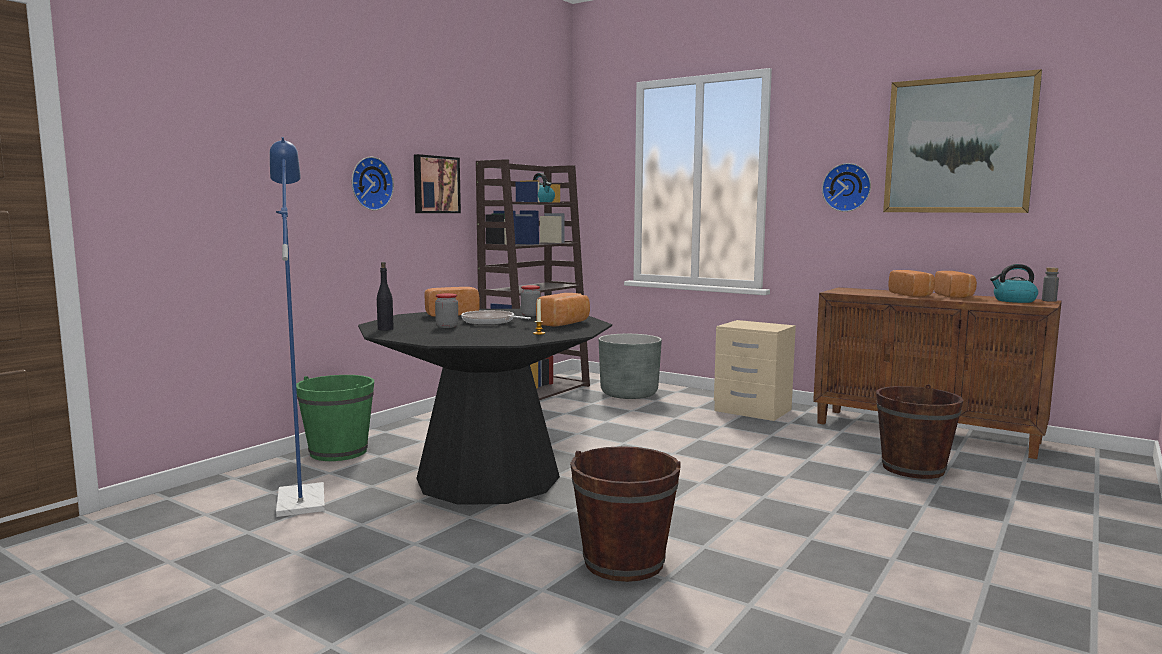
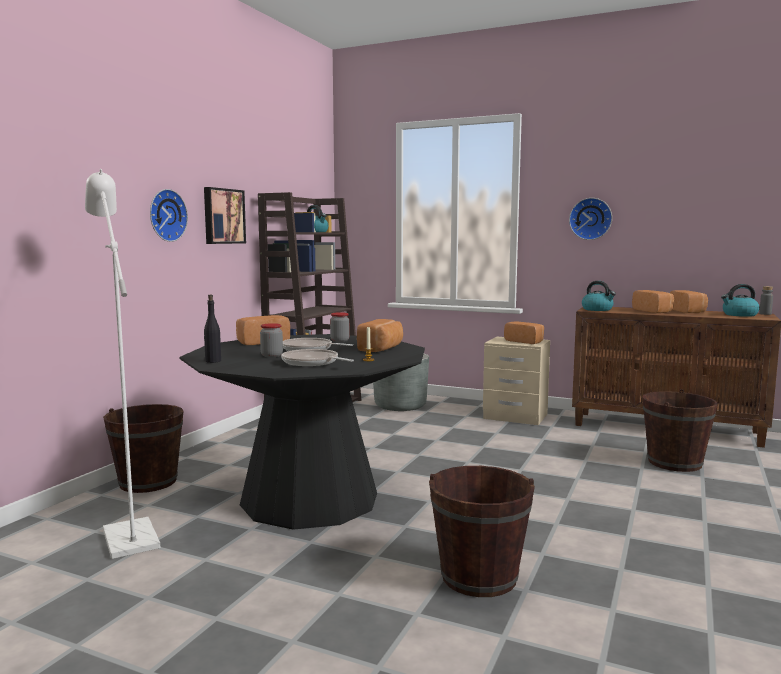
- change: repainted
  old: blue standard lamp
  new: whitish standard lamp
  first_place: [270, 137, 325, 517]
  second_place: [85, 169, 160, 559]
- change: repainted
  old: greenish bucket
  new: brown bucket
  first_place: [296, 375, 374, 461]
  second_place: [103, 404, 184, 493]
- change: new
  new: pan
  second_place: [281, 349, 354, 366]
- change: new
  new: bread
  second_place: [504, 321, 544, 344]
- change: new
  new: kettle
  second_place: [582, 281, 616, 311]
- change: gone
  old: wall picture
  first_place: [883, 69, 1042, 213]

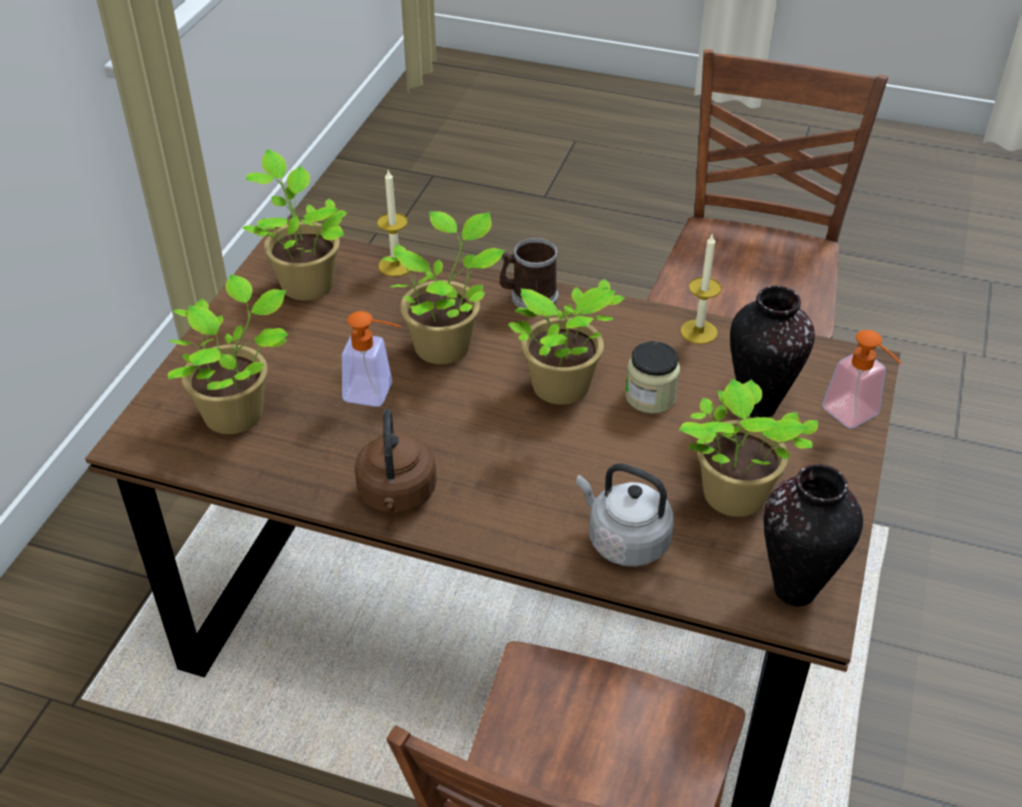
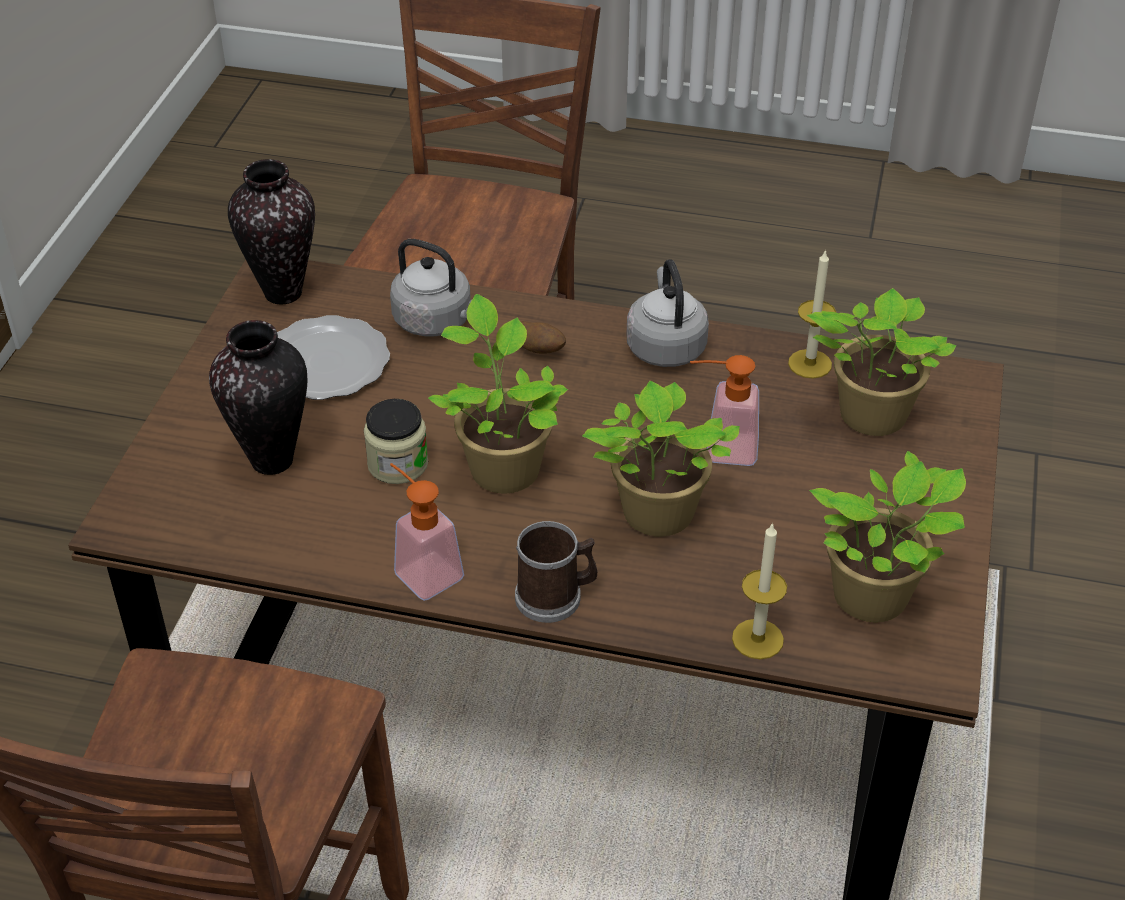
- change: swapped
  old: houseplant
  new: flat dish
  first_place: [679, 379, 818, 517]
  second_place: [277, 315, 390, 400]
- change: shifted
  old: soap dispenser
  first_place: [822, 330, 902, 429]
  second_place: [390, 463, 464, 601]
- change: new
  new: potato
  second_place: [520, 321, 566, 354]
- change: repainted
  old: brown kettle
  new: greyish kettle
  first_place: [354, 409, 436, 514]
  second_place: [627, 259, 709, 367]
- change: shifted
  old: wax candle
  first_place: [680, 233, 721, 344]
  second_place: [788, 249, 836, 379]

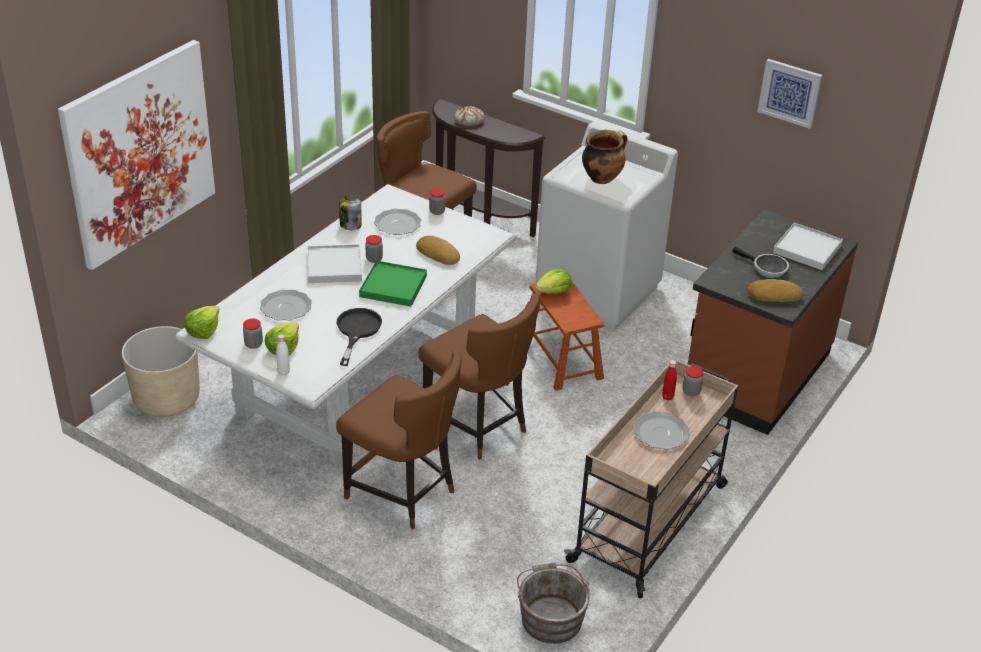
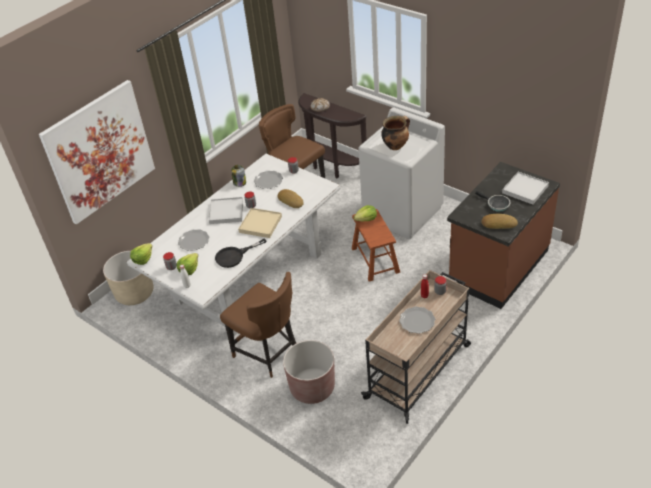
- change: rotated
  old: black pan
  first_place: [336, 308, 382, 366]
  second_place: [215, 239, 266, 268]
  degrees: -135
- change: repainted
  old: greenish serving tray
  new: beige-coloured serving tray
  first_place: [359, 260, 427, 307]
  second_place: [238, 208, 282, 238]
- change: new
  new: brown planter
  second_place: [283, 340, 335, 404]
- change: gone
  old: brown plain chair
  first_place: [418, 294, 539, 460]
- change: gone
  old: greyish bucket
  first_place: [517, 563, 590, 644]
- change: gone
  old: wall picture
  first_place: [757, 59, 822, 129]

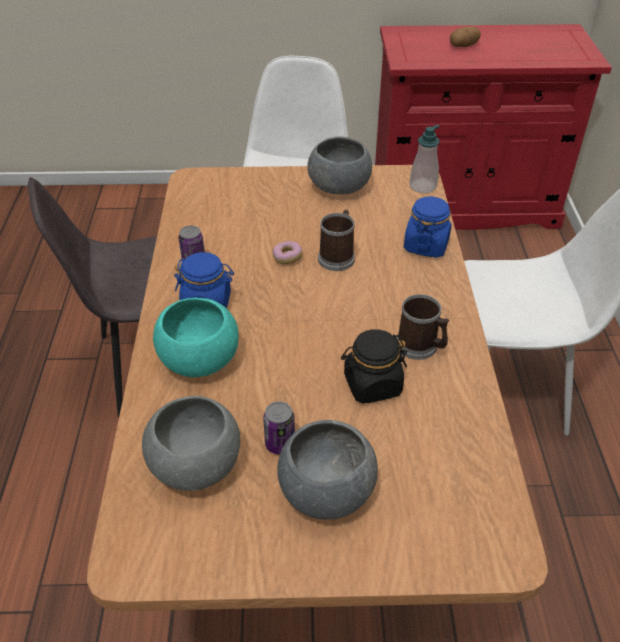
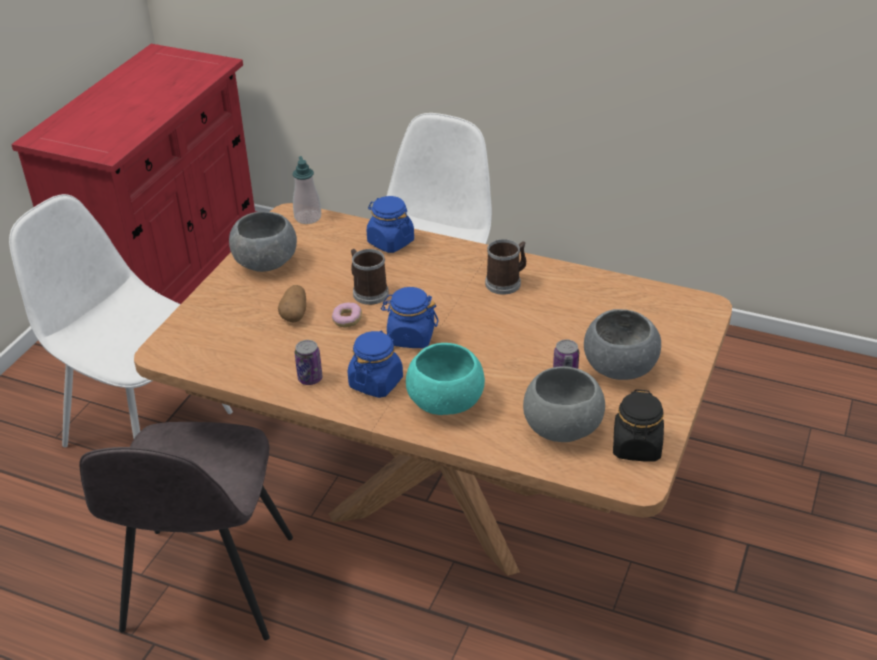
- change: shifted
  old: potato
  first_place: [450, 27, 481, 47]
  second_place: [278, 285, 306, 323]
- change: new
  new: blue storage jar
  second_place: [381, 287, 439, 348]
- change: shifted
  old: black storage jar
  first_place: [341, 329, 407, 404]
  second_place: [613, 389, 664, 462]

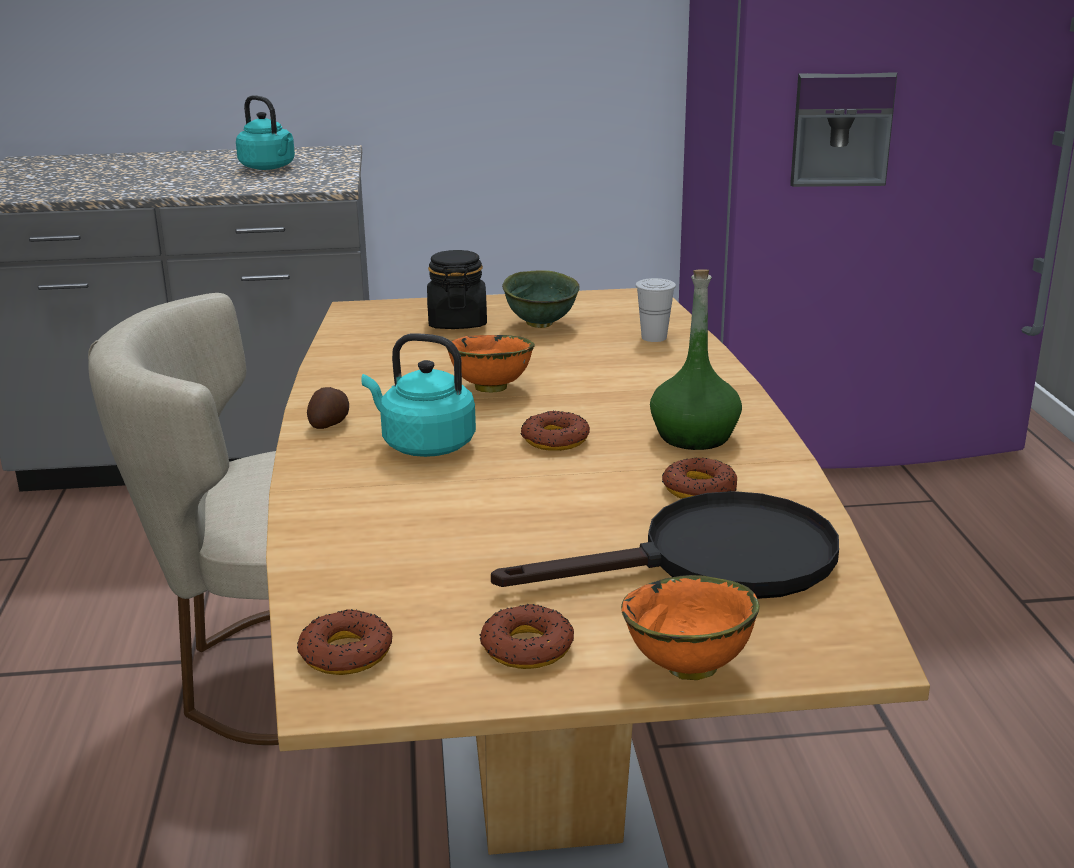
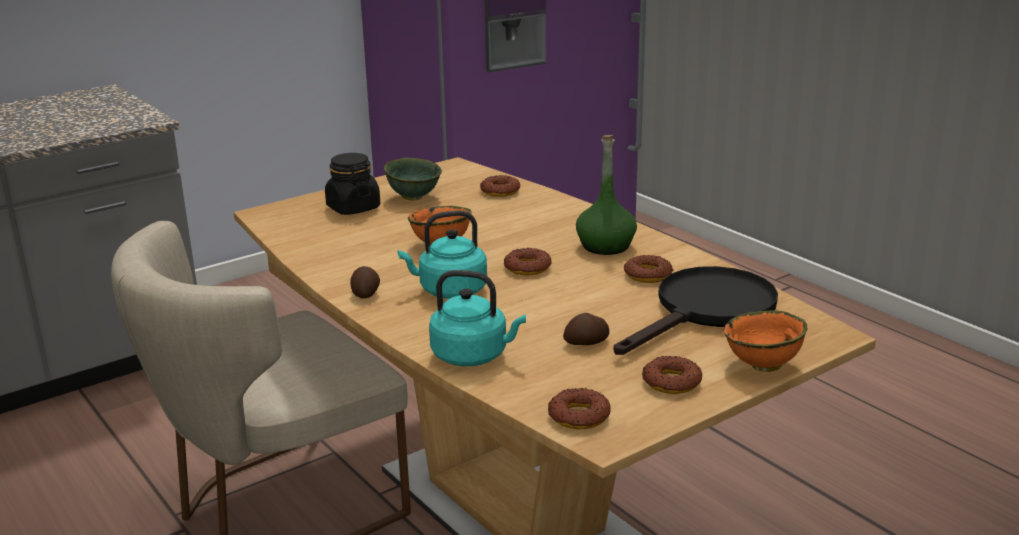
- change: shifted
  old: turquoise kettle
  first_place: [236, 95, 295, 170]
  second_place: [429, 270, 526, 366]
- change: swapped
  old: whitish cup
  new: ring doughnut
  first_place: [635, 278, 676, 342]
  second_place: [480, 175, 520, 197]
- change: new
  new: potato
  second_place: [563, 313, 609, 345]

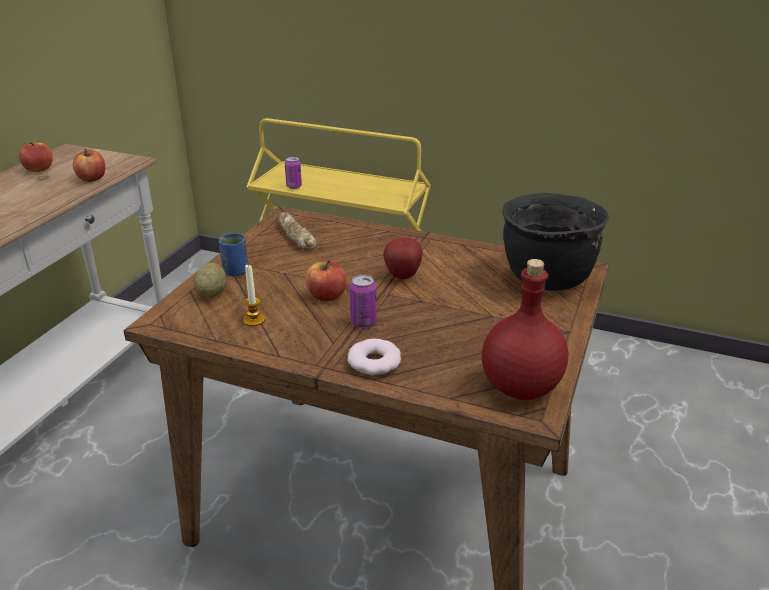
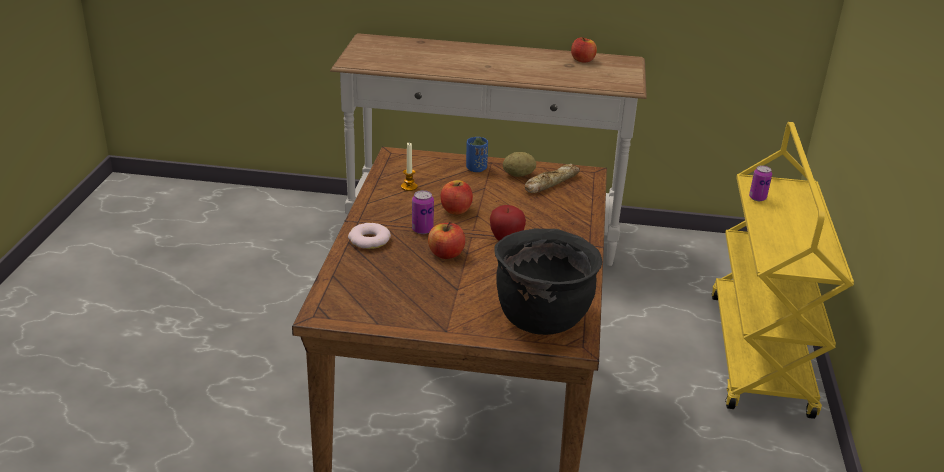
- change: shifted
  old: whole apple
  first_place: [73, 149, 105, 182]
  second_place: [428, 222, 465, 259]
- change: shifted
  old: potato
  first_place: [194, 263, 226, 298]
  second_place: [503, 152, 536, 177]
- change: gone
  old: red-coloured bottle
  first_place: [482, 259, 568, 400]

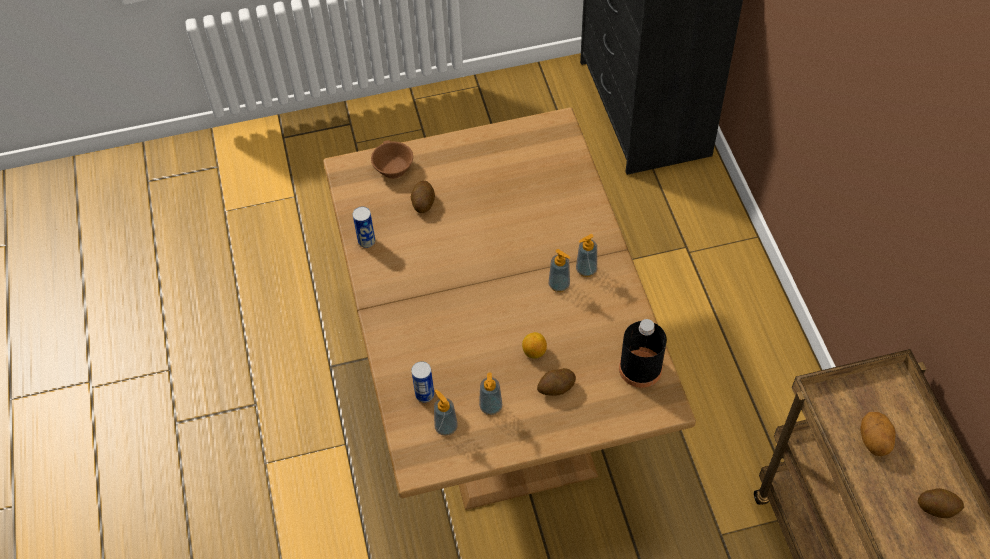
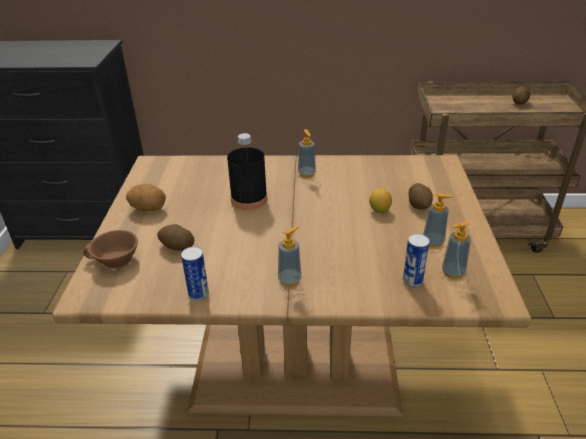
- change: shifted
  old: potato
  first_place: [860, 412, 896, 456]
  second_place: [126, 184, 166, 211]
- change: shifted
  old: black bottle
  first_place: [619, 319, 667, 388]
  second_place: [227, 133, 268, 210]
- change: shifted
  old: soap dispenser
  first_place: [549, 249, 570, 292]
  second_place: [278, 226, 302, 286]

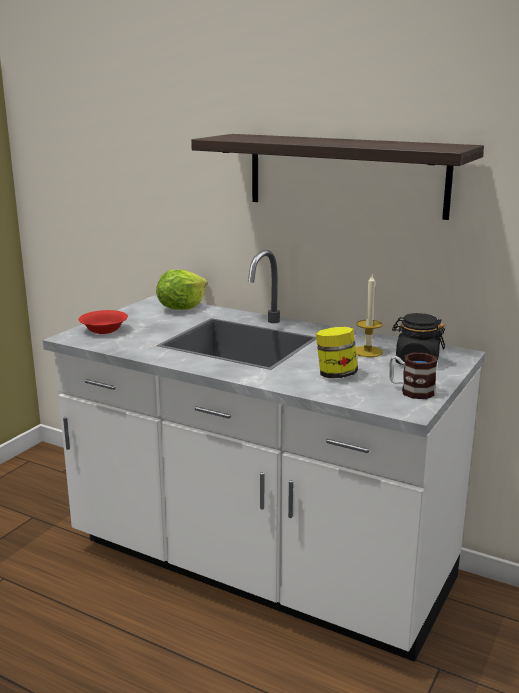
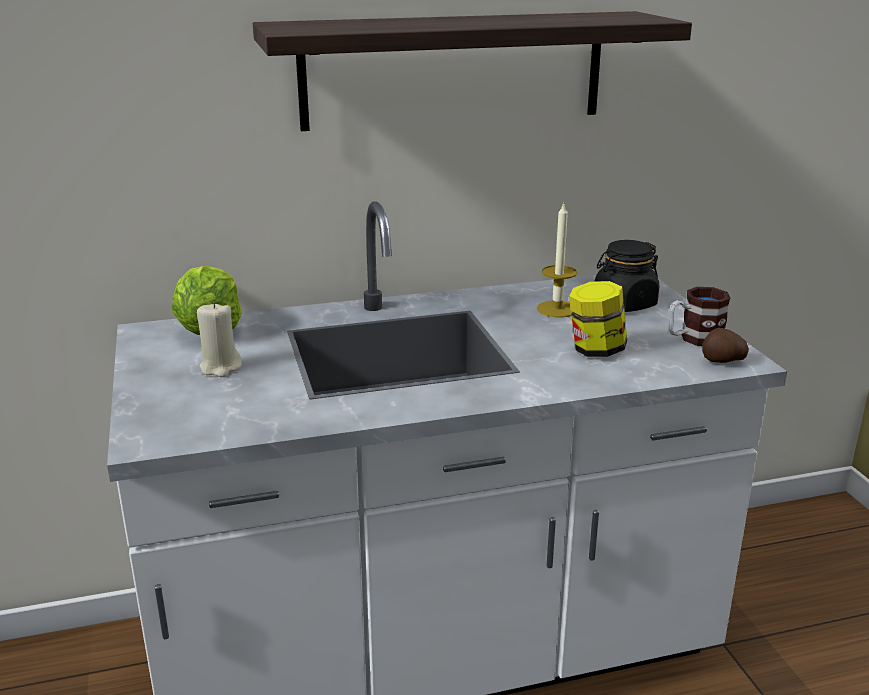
- change: new
  new: beige-coloured wax candle
  second_place: [197, 302, 242, 377]
- change: new
  new: potato
  second_place: [702, 328, 749, 363]
- change: gone
  old: red-coloured bowl
  first_place: [79, 310, 128, 334]

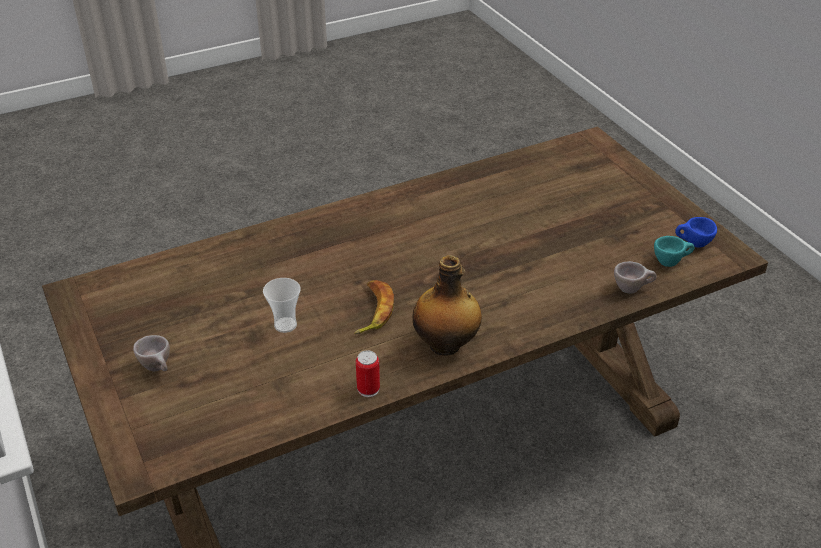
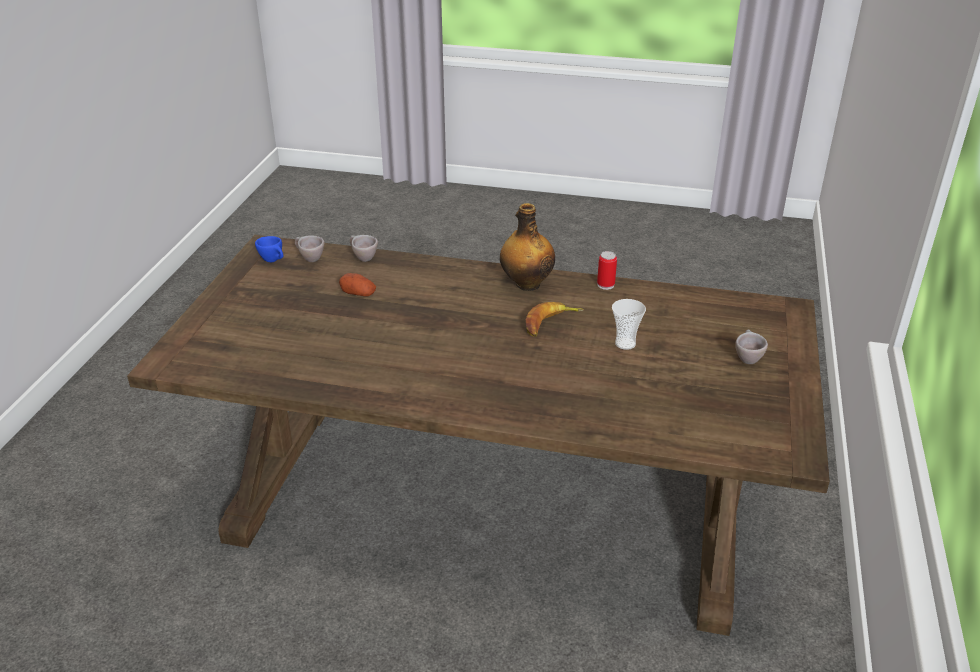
- change: repainted
  old: turquoise cup
  new: beige-coloured cup
  first_place: [654, 236, 695, 267]
  second_place: [295, 235, 324, 262]
- change: new
  new: potato
  second_place: [339, 273, 376, 296]

